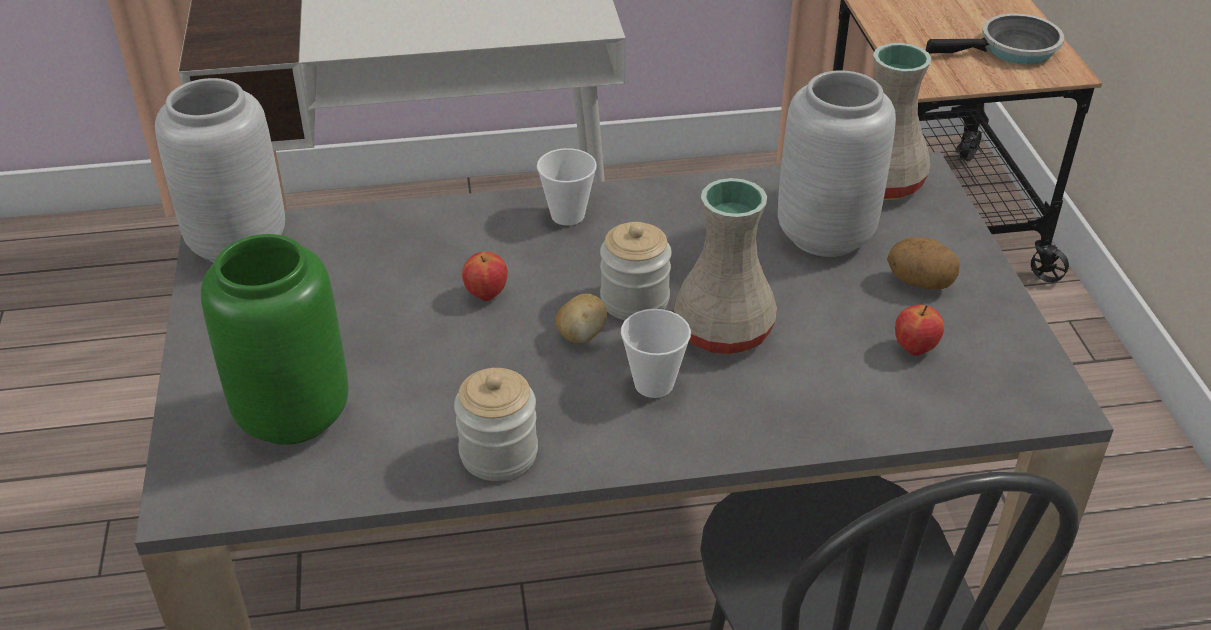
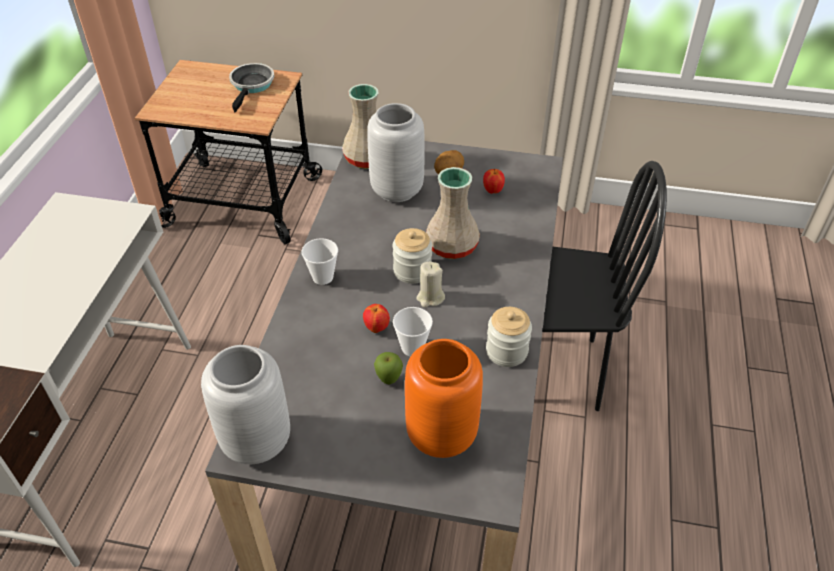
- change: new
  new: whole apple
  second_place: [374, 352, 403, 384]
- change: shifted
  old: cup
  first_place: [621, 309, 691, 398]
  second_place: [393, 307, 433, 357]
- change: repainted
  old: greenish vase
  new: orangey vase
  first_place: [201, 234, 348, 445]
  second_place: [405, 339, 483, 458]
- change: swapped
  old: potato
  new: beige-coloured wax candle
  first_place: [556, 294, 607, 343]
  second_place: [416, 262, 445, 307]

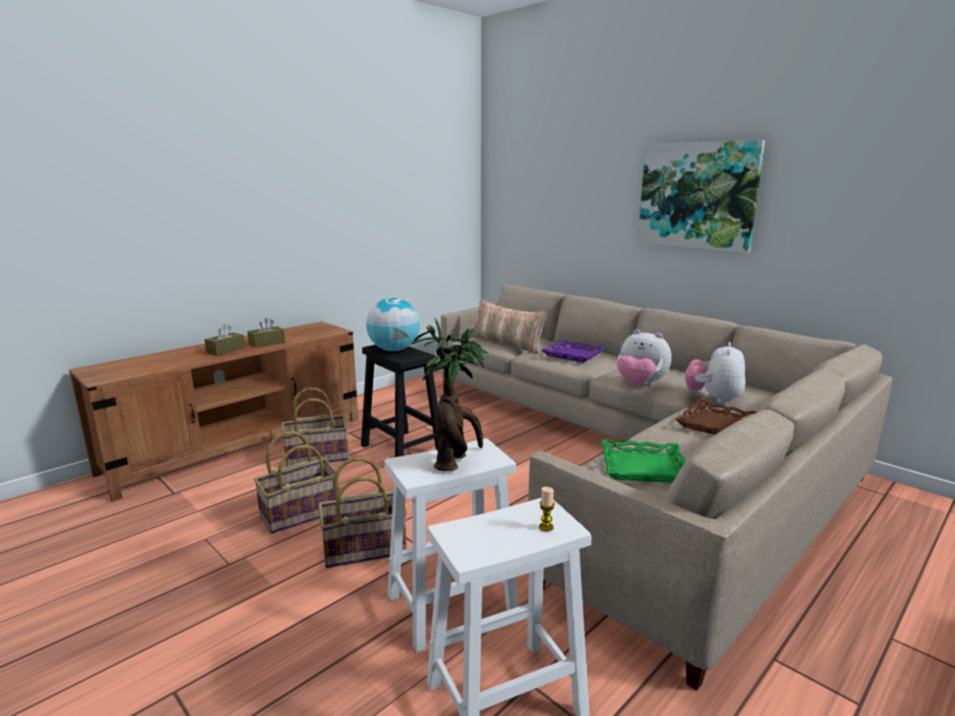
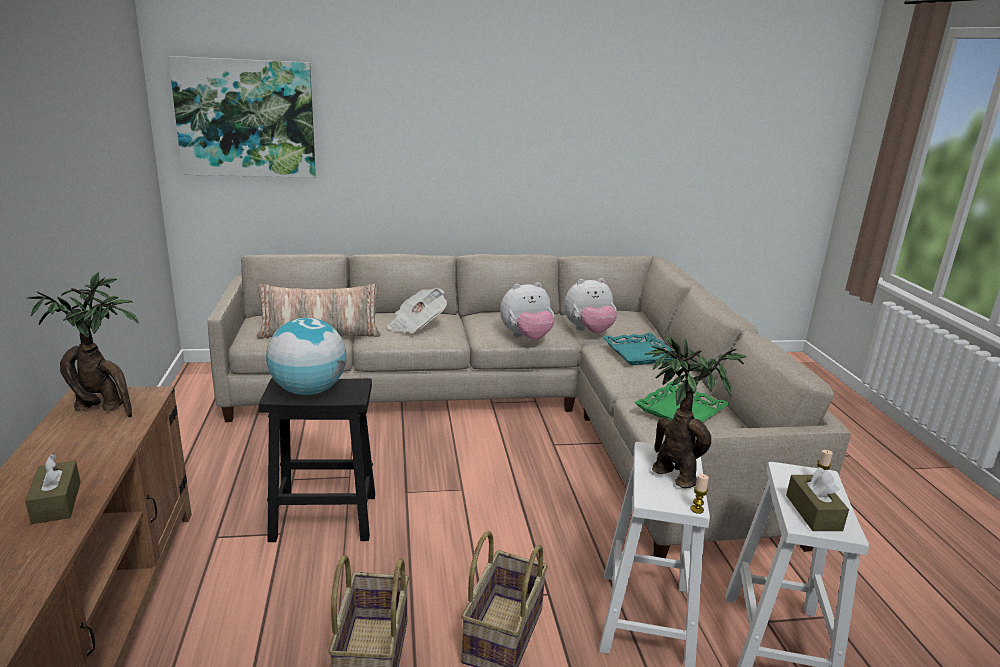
- change: new
  new: houseplant
  second_place: [26, 272, 139, 417]
- change: shifted
  old: wall picture
  first_place: [638, 140, 765, 253]
  second_place: [168, 56, 316, 178]
- change: swapped
  old: purple-coloured serving tray
  new: printed paper
  first_place: [542, 339, 606, 363]
  second_place: [387, 288, 447, 333]
- change: rotated
  old: cuddly toy
  first_place: [685, 342, 745, 404]
  second_place: [564, 278, 617, 333]
  degrees: -75
- change: repainted
  old: brown serving tray
  new: turquoise serving tray
  first_place: [675, 399, 757, 435]
  second_place: [603, 333, 676, 365]
- change: new
  new: wax candle
  second_place: [690, 474, 709, 514]
- change: shifted
  old: brown tissue holder
  first_place: [247, 318, 285, 348]
  second_place: [786, 467, 849, 531]
- change: gone
  old: household basket
  first_place: [282, 388, 349, 467]

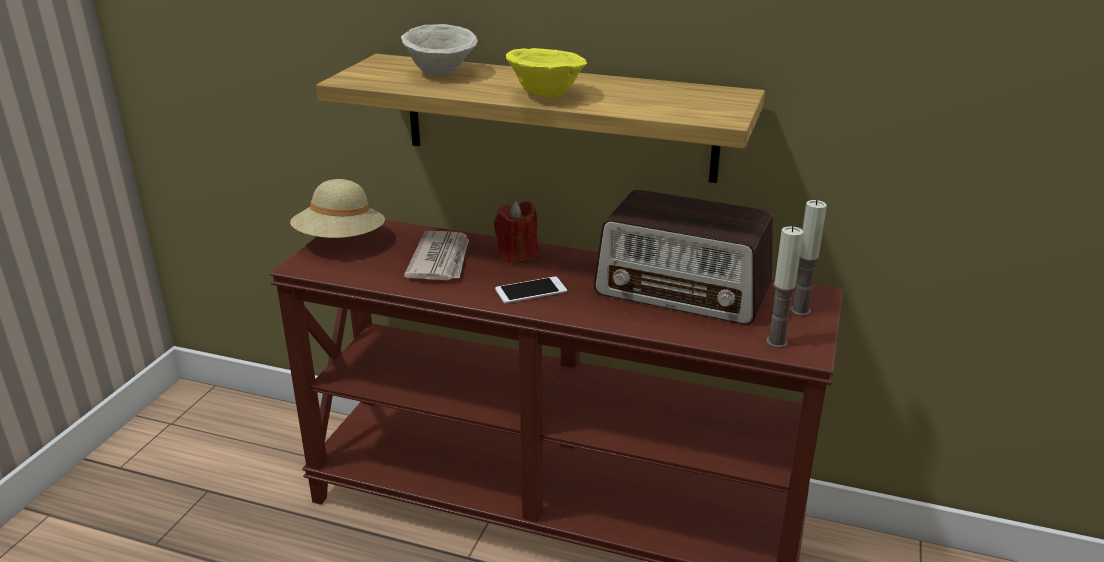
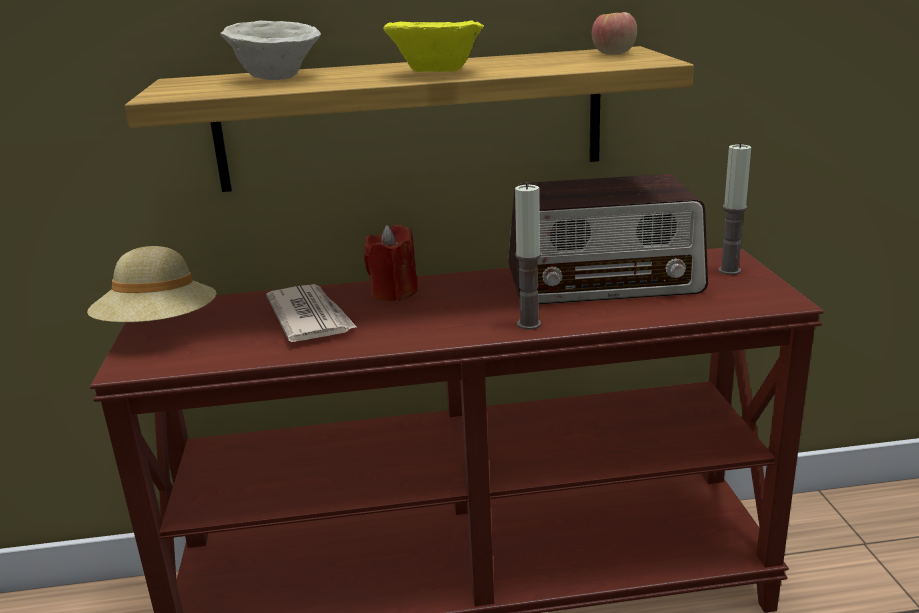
- change: shifted
  old: wax candle
  first_place: [766, 226, 803, 348]
  second_place: [515, 183, 542, 330]
- change: new
  new: whole apple
  second_place: [592, 12, 637, 55]
- change: gone
  old: telephone
  first_place: [495, 276, 567, 304]

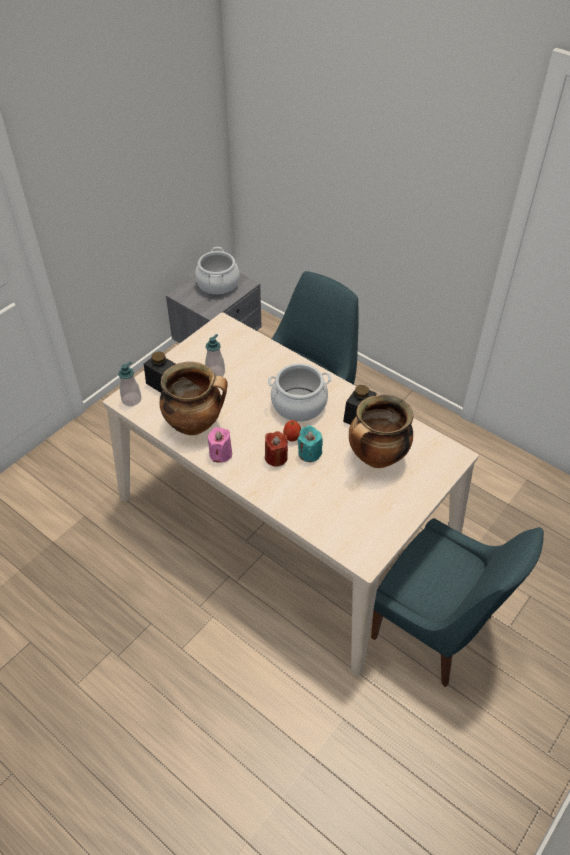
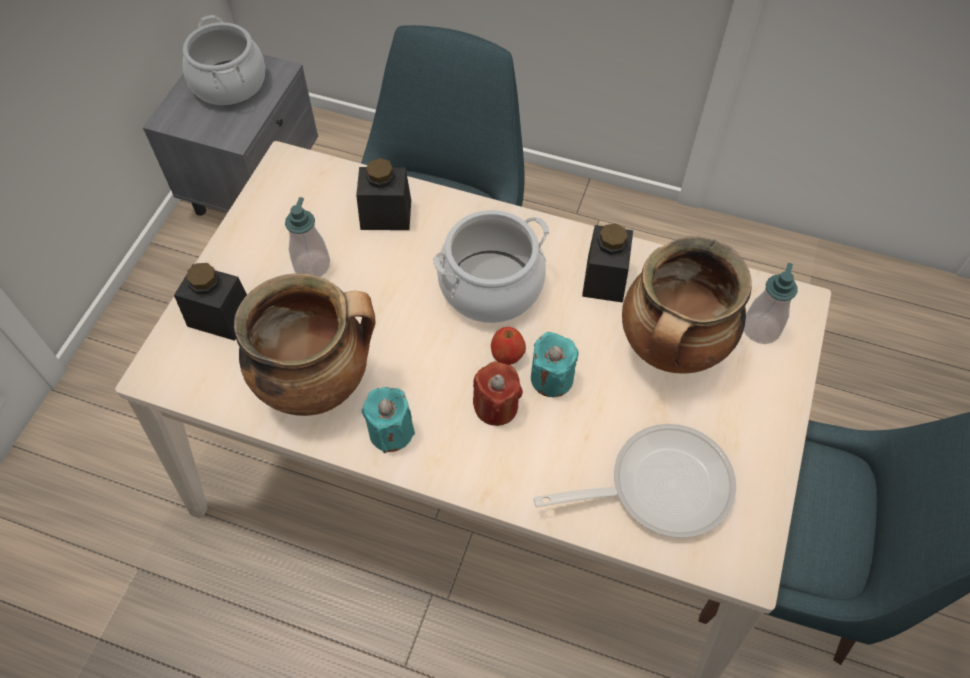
- change: new
  new: black storage jar
  second_place: [356, 158, 411, 230]
- change: repainted
  old: pinkish wax candle
  new: turquoise wax candle
  first_place: [208, 427, 232, 463]
  second_place: [362, 387, 415, 453]
- change: new
  new: pan
  second_place: [534, 424, 736, 538]
- change: shifted
  old: soap dispenser
  first_place: [118, 362, 142, 406]
  second_place: [744, 263, 797, 344]

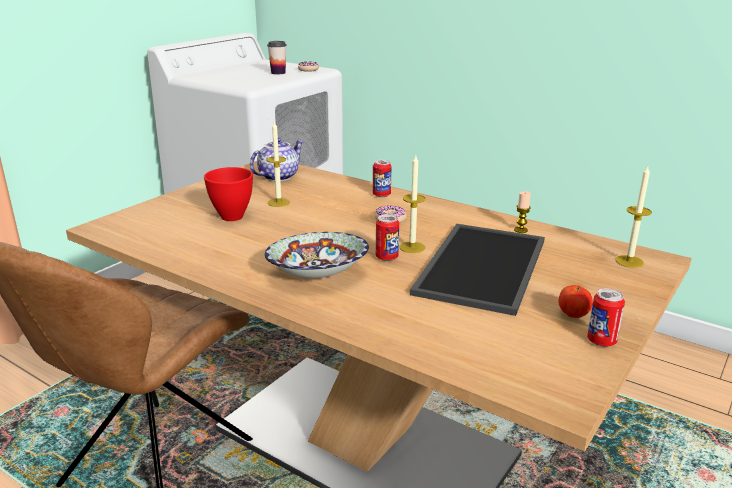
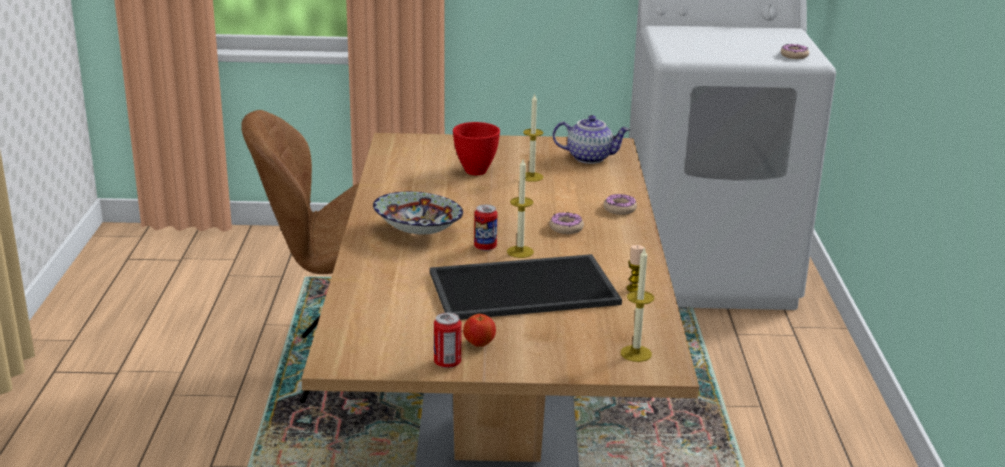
- change: swapped
  old: sealed can
  new: ring doughnut
  first_place: [373, 160, 392, 197]
  second_place: [603, 194, 637, 215]
- change: gone
  old: cup
  first_place: [267, 41, 287, 74]

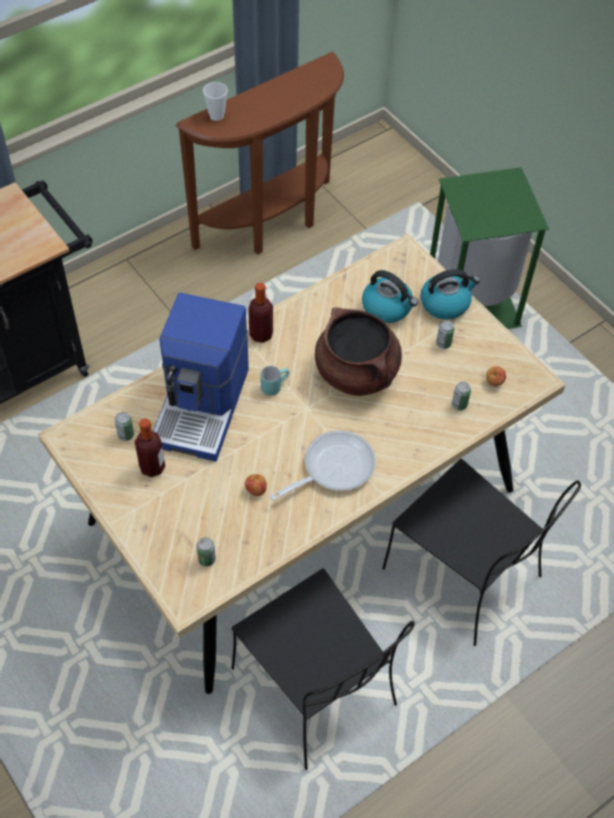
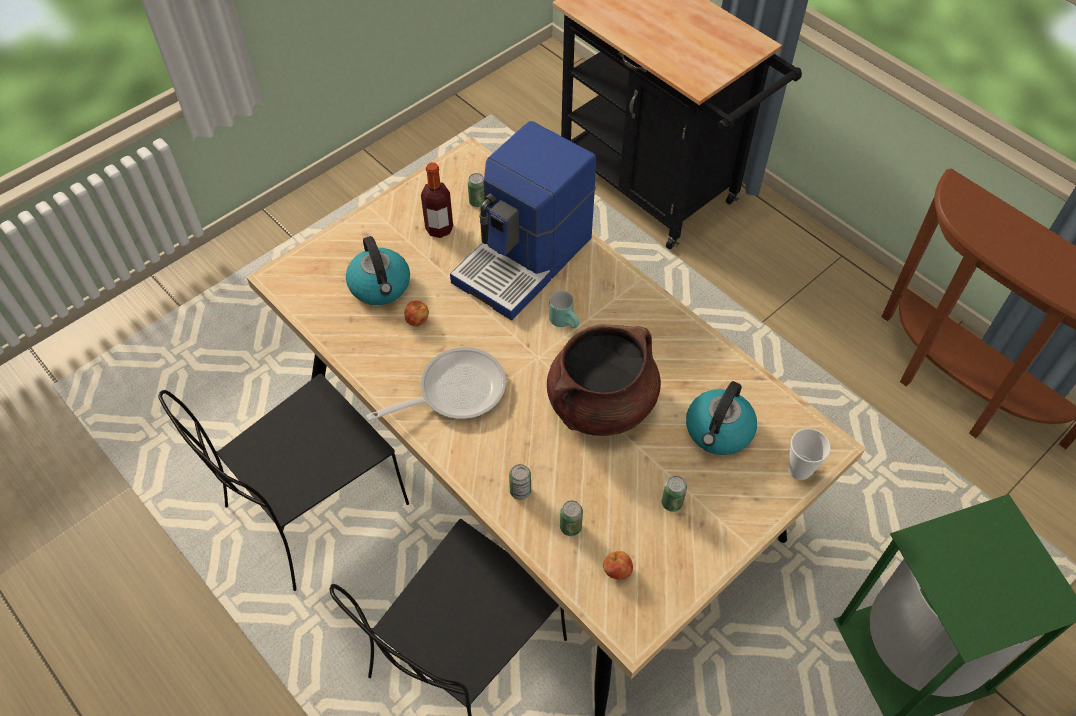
- change: shifted
  old: kettle
  first_place: [421, 269, 480, 320]
  second_place: [346, 236, 410, 305]
- change: rotated
  old: pan
  first_place: [270, 430, 375, 501]
  second_place: [366, 347, 506, 421]
  degrees: -75
- change: rotated
  old: coffee maker
  first_place: [153, 293, 249, 462]
  second_place: [450, 121, 596, 321]
  degrees: -60
- change: shifted
  old: sealed can
  first_place: [197, 537, 216, 566]
  second_place: [509, 464, 531, 500]
- change: shifted
  old: cup
  first_place: [203, 82, 228, 121]
  second_place: [788, 428, 831, 480]
- change: gone
  old: bottle
  first_place: [248, 283, 273, 343]

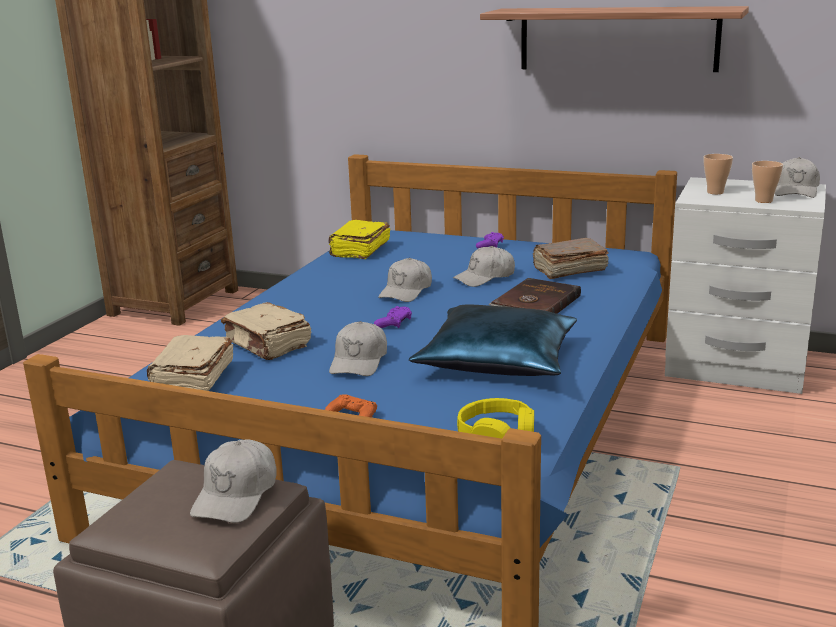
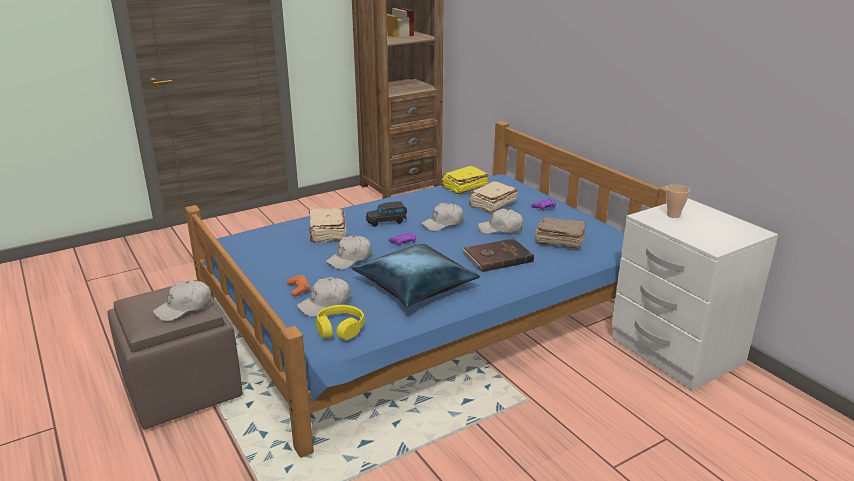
- change: shifted
  old: whitish cap
  first_place: [775, 157, 820, 198]
  second_place: [297, 277, 351, 317]
- change: new
  new: black miniature car
  second_place: [366, 201, 407, 227]
- change: shifted
  old: beige-coloured volume
  first_place: [147, 335, 234, 391]
  second_place: [469, 181, 518, 213]
- change: gone
  old: wall shelf
  first_place: [480, 6, 749, 72]
- change: gone
  old: cup
  first_place: [752, 161, 783, 203]

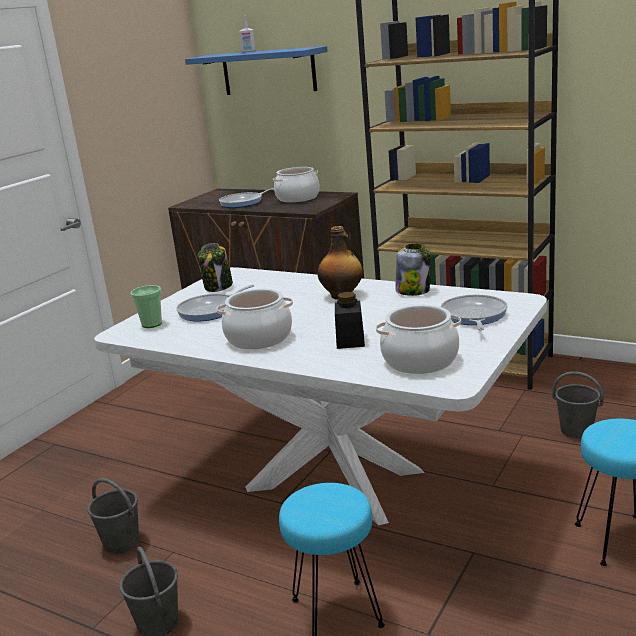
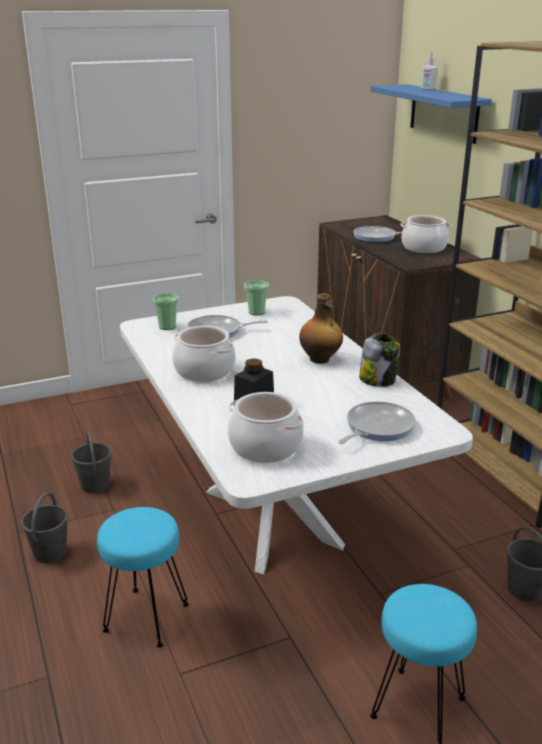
- change: swapped
  old: storage jar
  new: cup
  first_place: [197, 243, 233, 292]
  second_place: [244, 280, 269, 315]

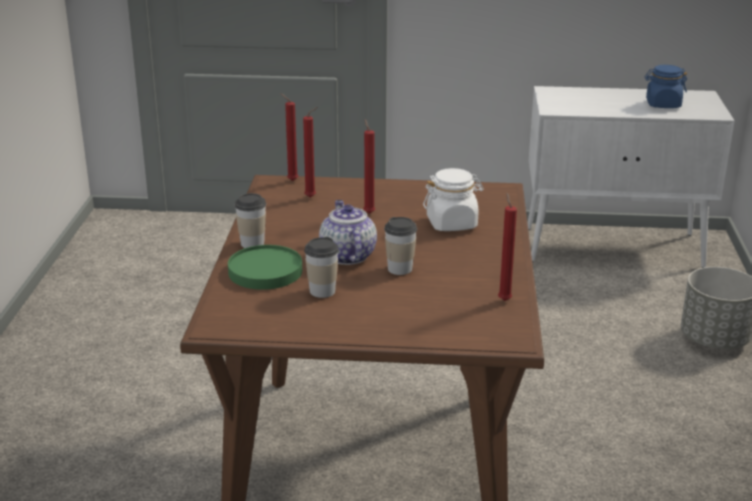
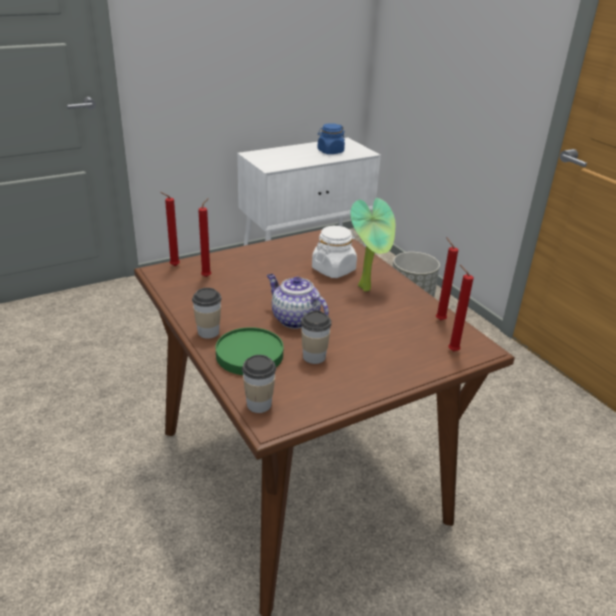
- change: shifted
  old: cup
  first_place: [384, 217, 417, 275]
  second_place: [242, 355, 276, 413]
- change: new
  new: houseplant
  second_place: [350, 198, 395, 291]
- change: shifted
  old: red-coloured wax candle
  first_place: [363, 119, 375, 214]
  second_place: [448, 265, 474, 352]

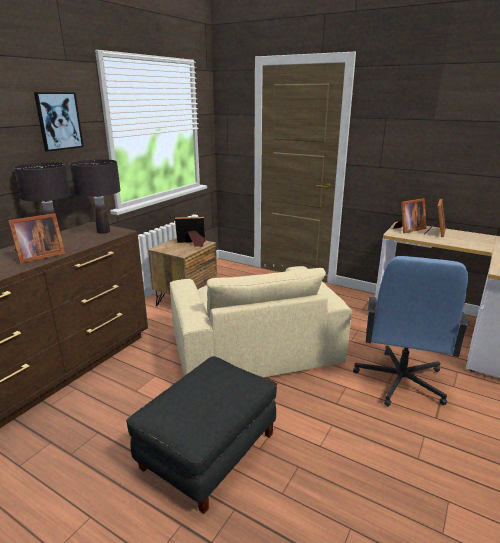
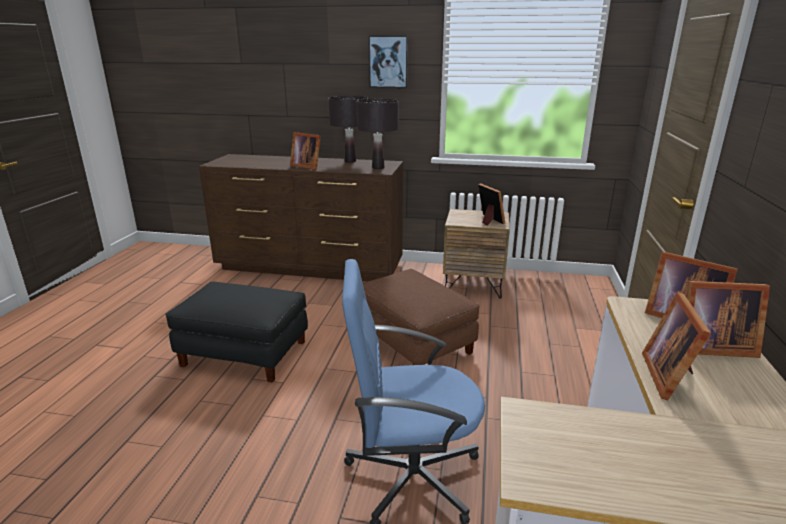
- change: swapped
  old: beige-coloured easy chair
  new: brown ottoman
  first_place: [170, 266, 352, 377]
  second_place: [363, 269, 480, 365]
- change: new
  new: picture frame
  second_place: [642, 292, 711, 401]

